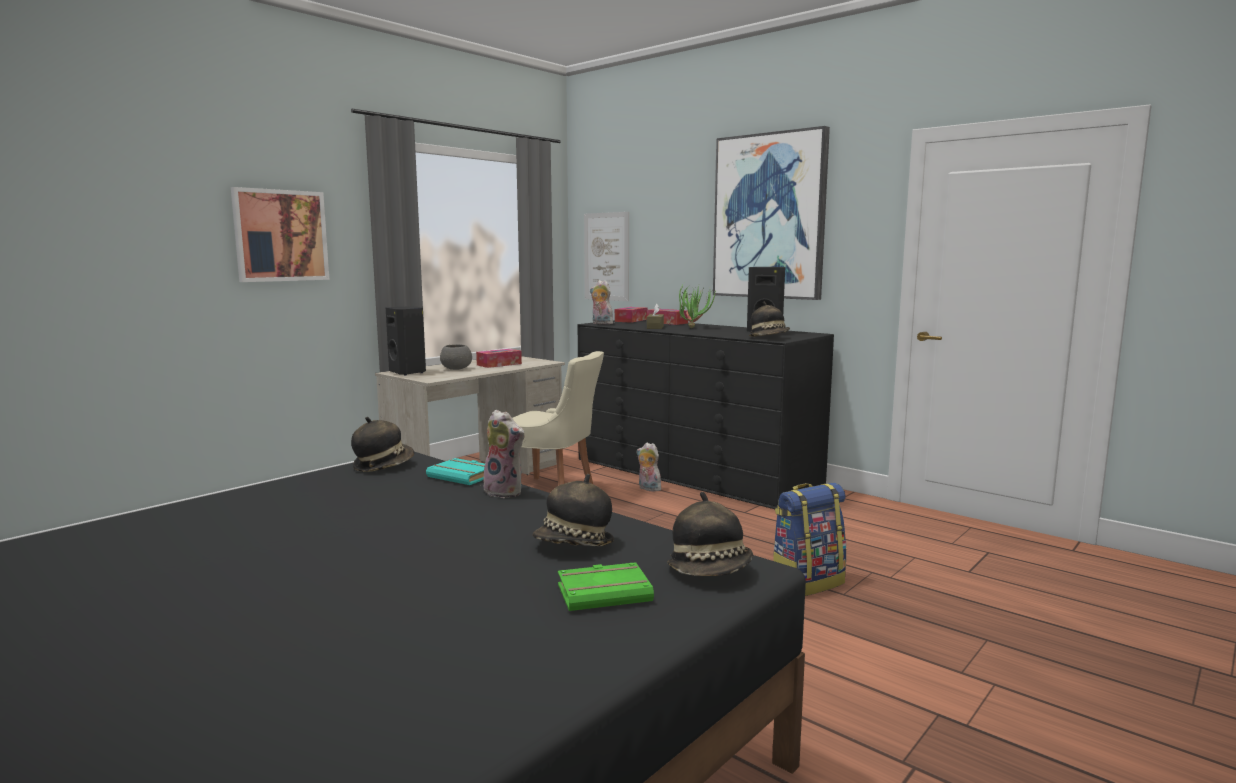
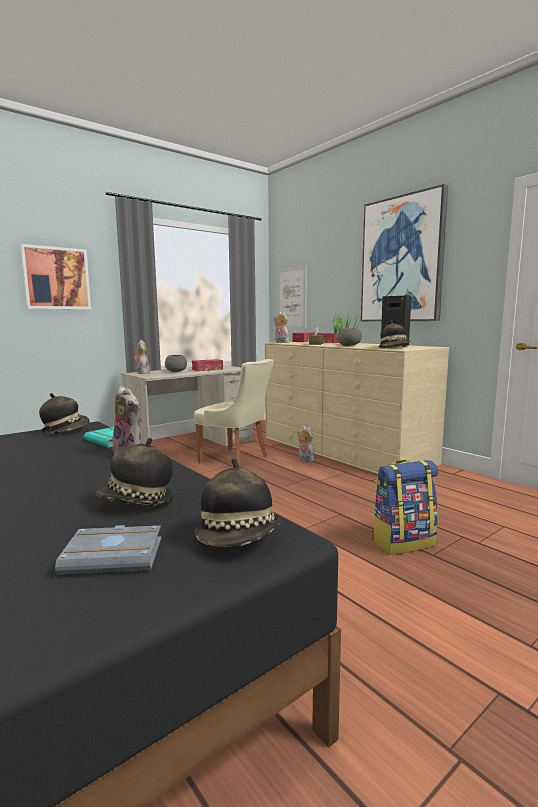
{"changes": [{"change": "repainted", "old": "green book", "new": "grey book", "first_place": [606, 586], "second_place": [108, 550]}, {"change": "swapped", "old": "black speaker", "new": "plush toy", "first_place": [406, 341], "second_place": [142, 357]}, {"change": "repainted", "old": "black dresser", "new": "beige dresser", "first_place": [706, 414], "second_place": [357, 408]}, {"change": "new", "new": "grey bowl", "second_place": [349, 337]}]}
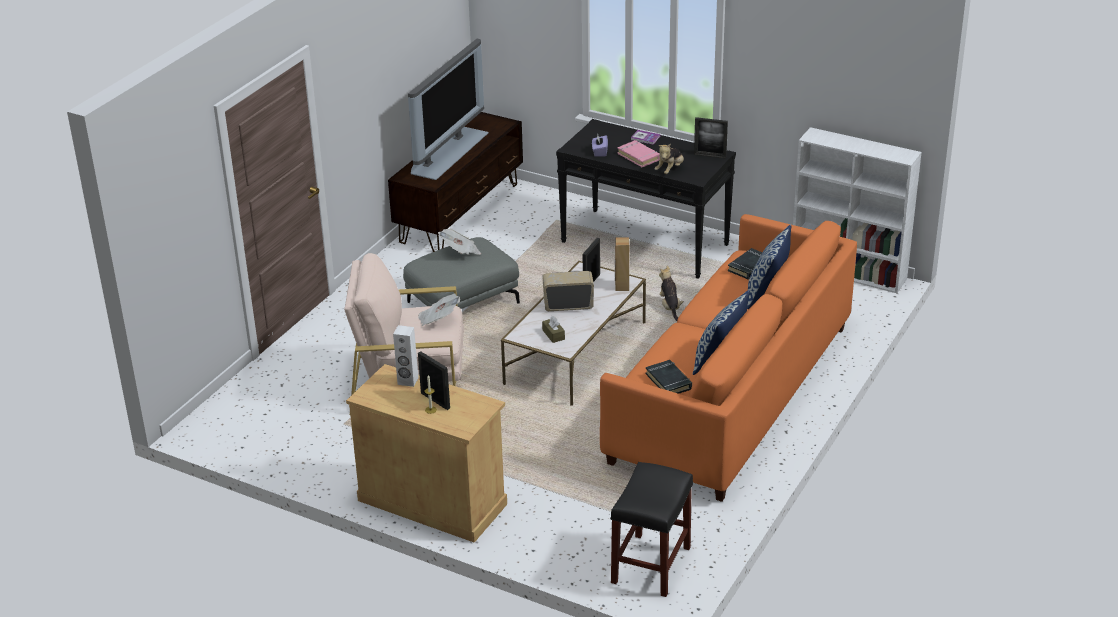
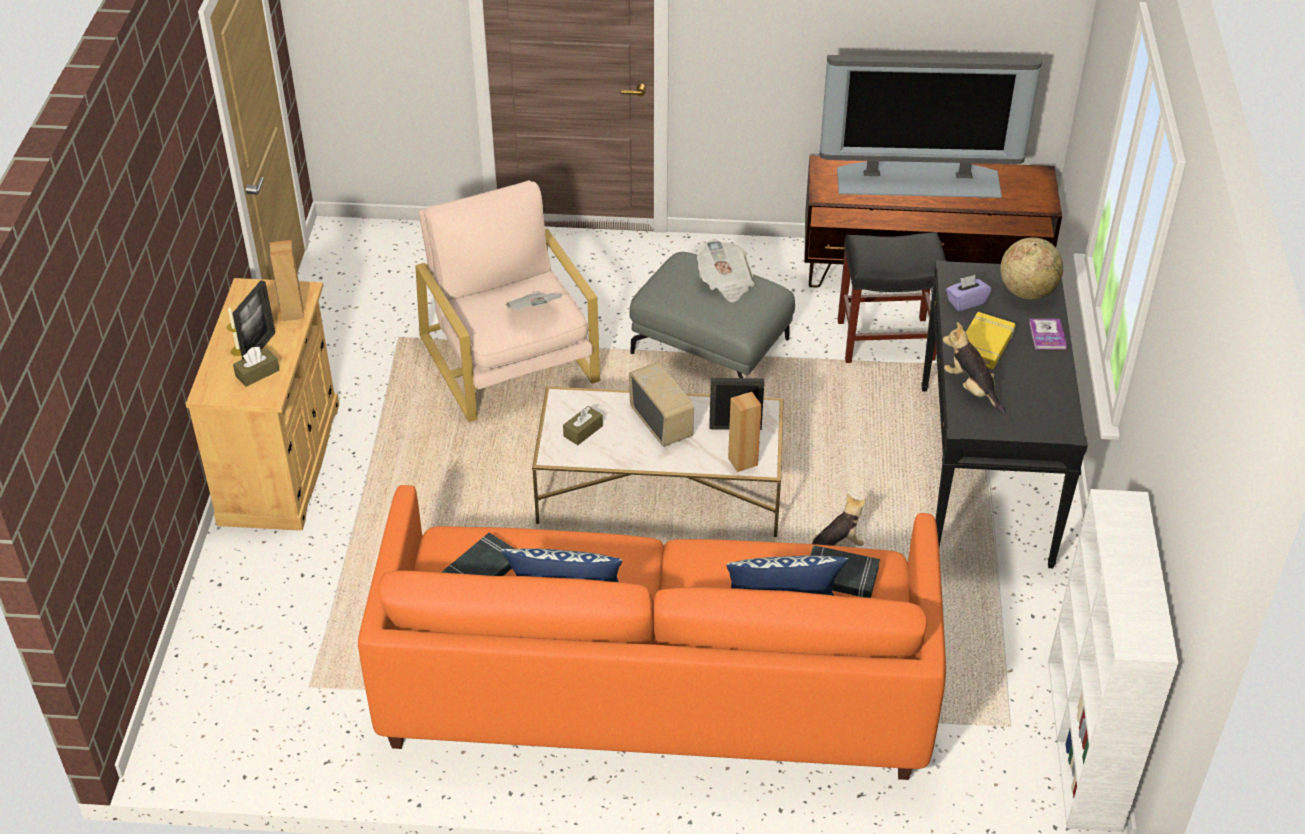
{"changes": [{"change": "new", "new": "brown tissue box", "second_place": [256, 366]}, {"change": "repainted", "old": "white speaker", "new": "brown speaker", "first_place": [406, 356], "second_place": [287, 280]}, {"change": "shifted", "old": "black stool", "first_place": [651, 529], "second_place": [892, 297]}, {"change": "rotated", "old": "plush toy", "first_place": [669, 158], "second_place": [974, 367], "degrees": 45}, {"change": "repainted", "old": "pink book", "new": "yellow book", "first_place": [638, 153], "second_place": [991, 340]}, {"change": "new", "new": "globe", "second_place": [1031, 268]}, {"change": "gone", "old": "picture frame", "first_place": [711, 137]}]}
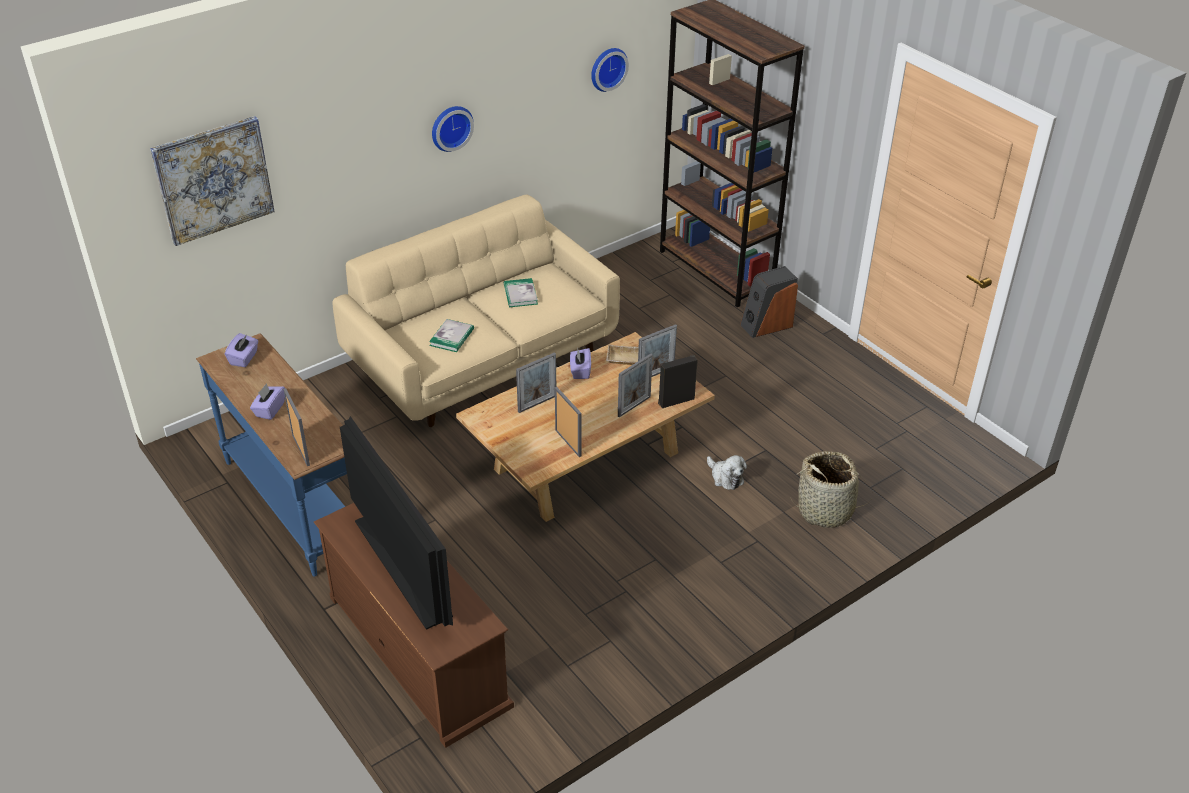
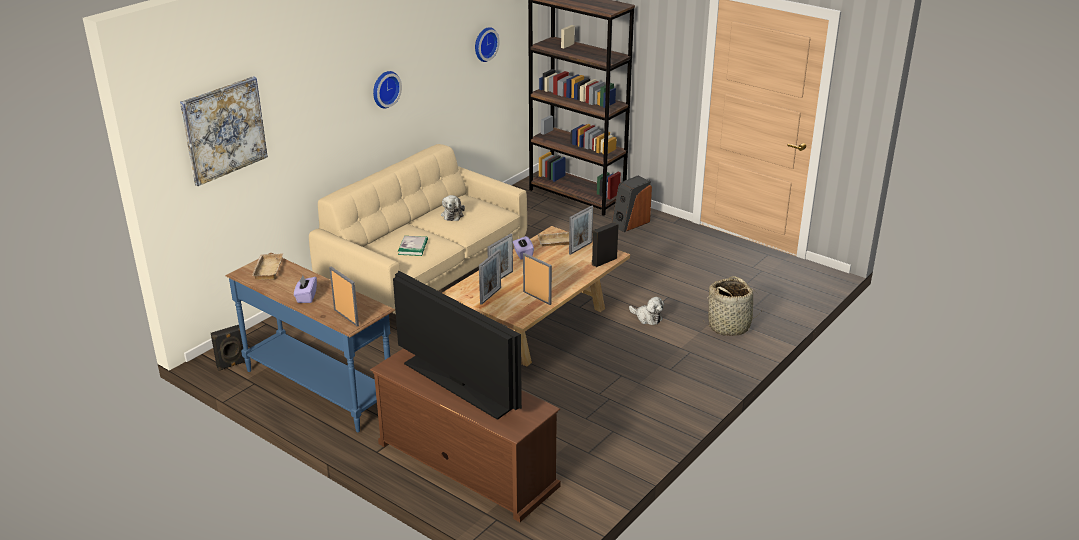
{"changes": [{"change": "new", "new": "black speaker", "second_place": [228, 348]}, {"change": "swapped", "old": "purple tissue box", "new": "beige tray", "first_place": [241, 350], "second_place": [267, 266]}, {"change": "swapped", "old": "book", "new": "plush toy", "first_place": [521, 292], "second_place": [453, 208]}, {"change": "shifted", "old": "picture frame", "first_place": [635, 386], "second_place": [490, 277]}]}
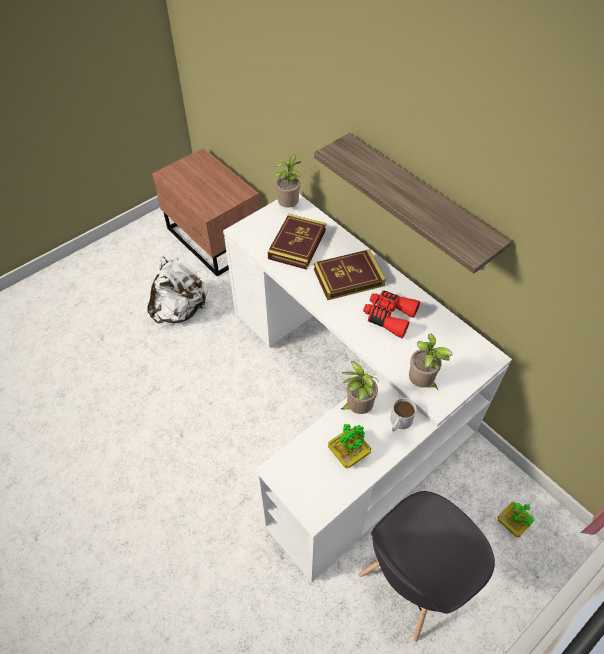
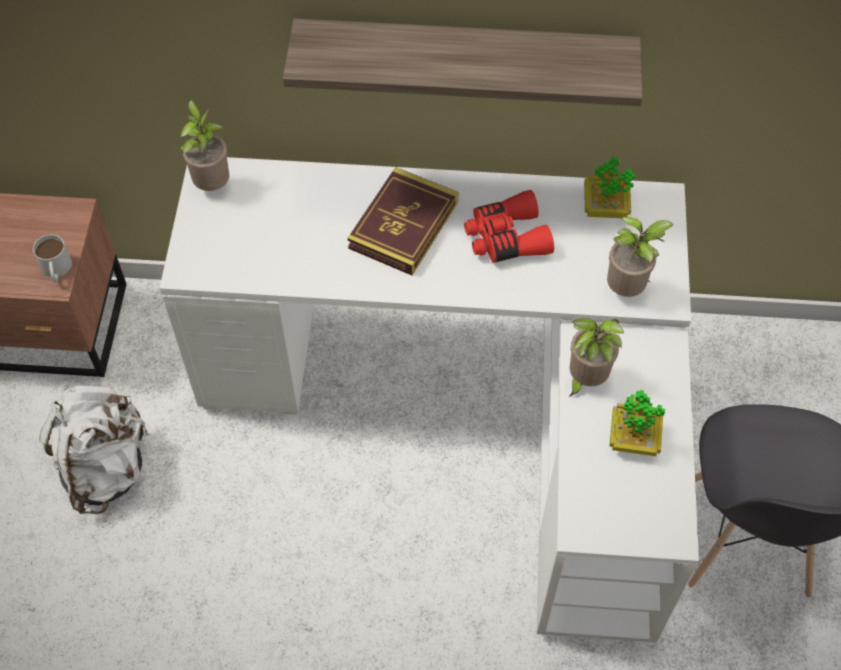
{"changes": [{"change": "shifted", "old": "white mug", "first_place": [403, 415], "second_place": [52, 258]}, {"change": "shifted", "old": "potted plant", "first_place": [515, 519], "second_place": [609, 187]}, {"change": "gone", "old": "book", "first_place": [297, 242]}]}
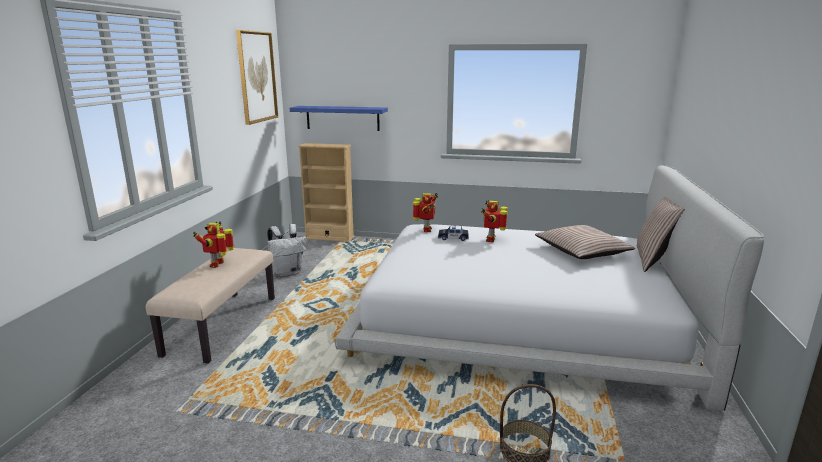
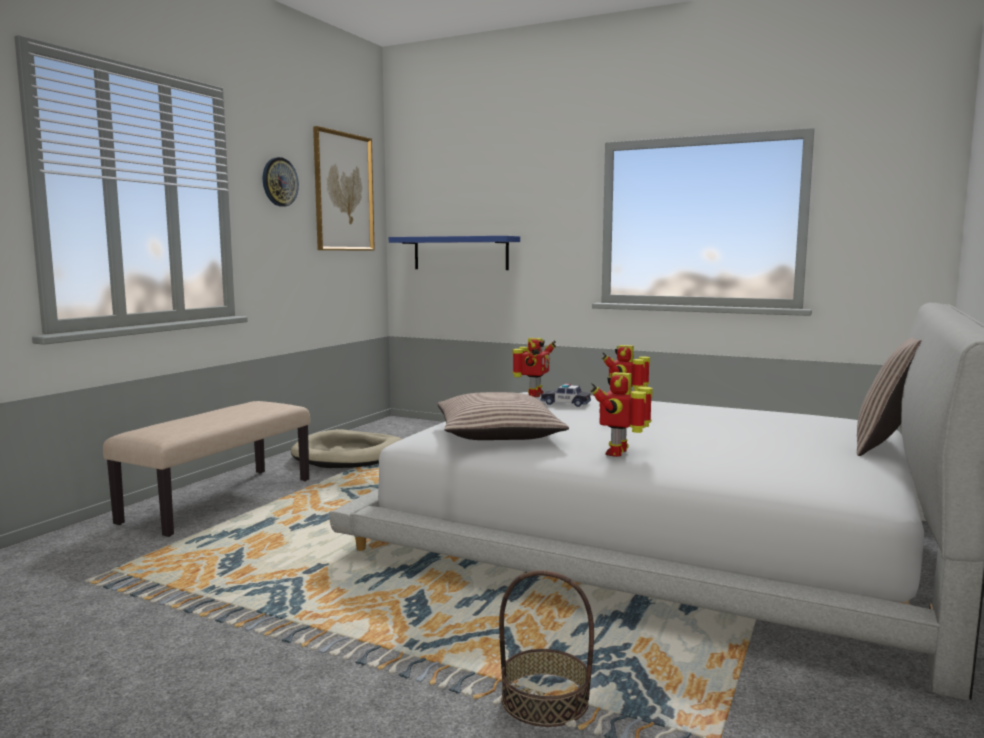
{"changes": [{"change": "new", "new": "wall clock", "second_place": [281, 182]}, {"change": "swapped", "old": "white backpack", "new": "beige dog bed", "first_place": [287, 250], "second_place": [346, 448]}, {"change": "shifted", "old": "pillow", "first_place": [585, 242], "second_place": [503, 416]}, {"change": "shifted", "old": "toy robot", "first_place": [213, 244], "second_place": [621, 414]}, {"change": "gone", "old": "beige bookcase", "first_place": [326, 192]}]}
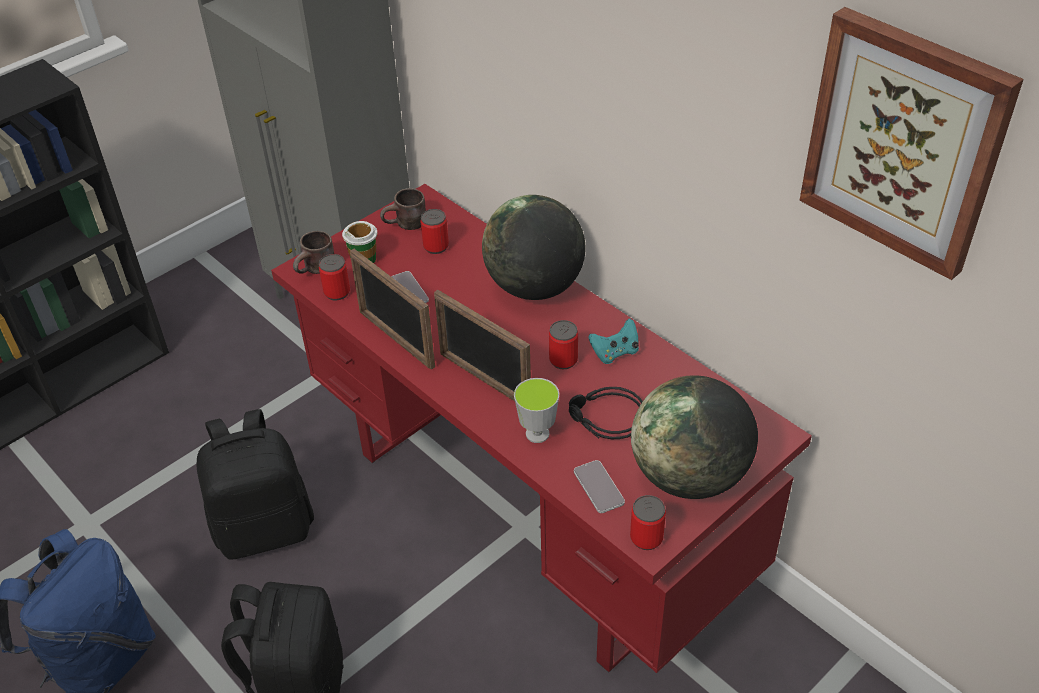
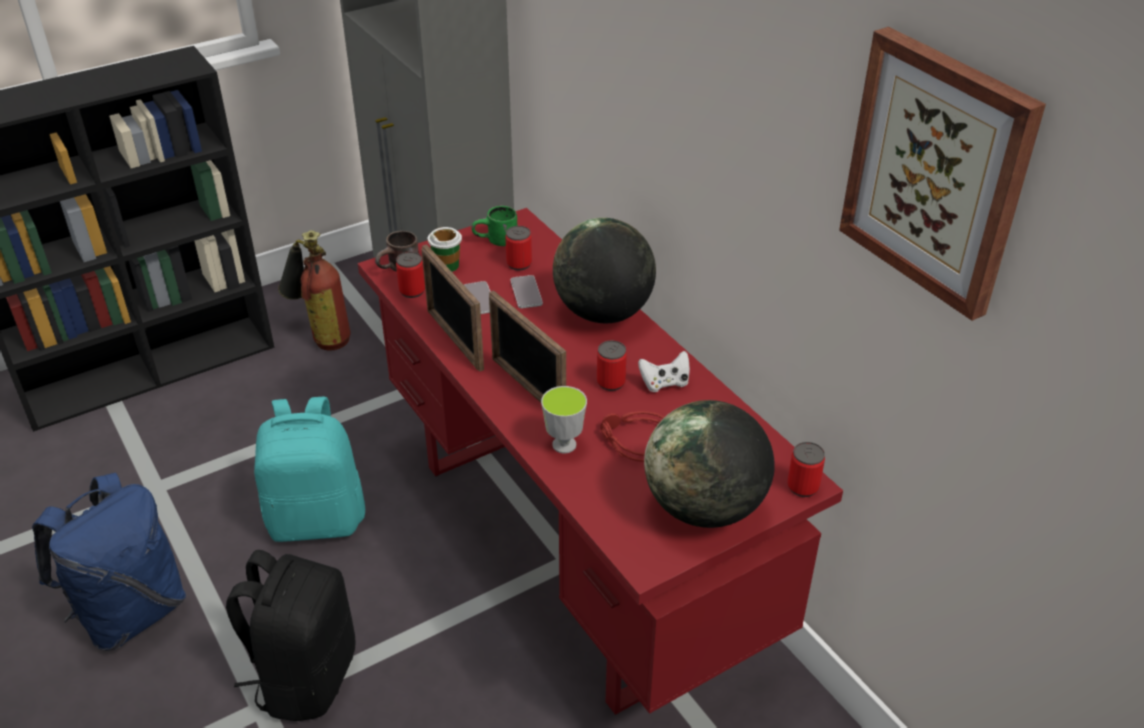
{"changes": [{"change": "repainted", "old": "black backpack", "new": "turquoise backpack", "first_place": [255, 484], "second_place": [309, 469]}, {"change": "new", "new": "fire extinguisher", "second_place": [314, 290]}, {"change": "repainted", "old": "brown mug", "new": "green mug", "first_place": [403, 209], "second_place": [494, 226]}, {"change": "shifted", "old": "phone", "first_place": [599, 486], "second_place": [527, 291]}, {"change": "repainted", "old": "black headphones", "new": "red headphones", "first_place": [606, 413], "second_place": [632, 436]}, {"change": "repainted", "old": "turquoise game controller", "new": "white game controller", "first_place": [613, 341], "second_place": [664, 371]}, {"change": "shifted", "old": "can", "first_place": [648, 522], "second_place": [806, 469]}]}
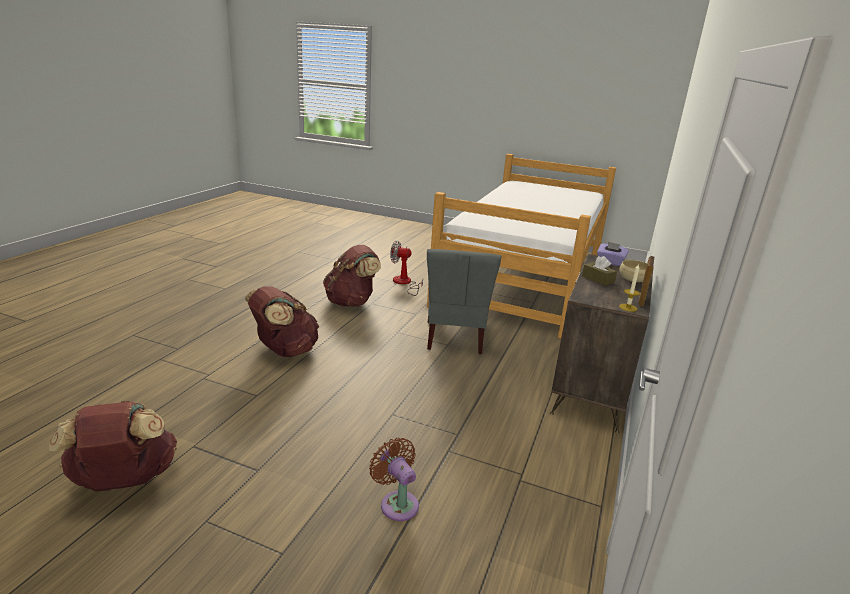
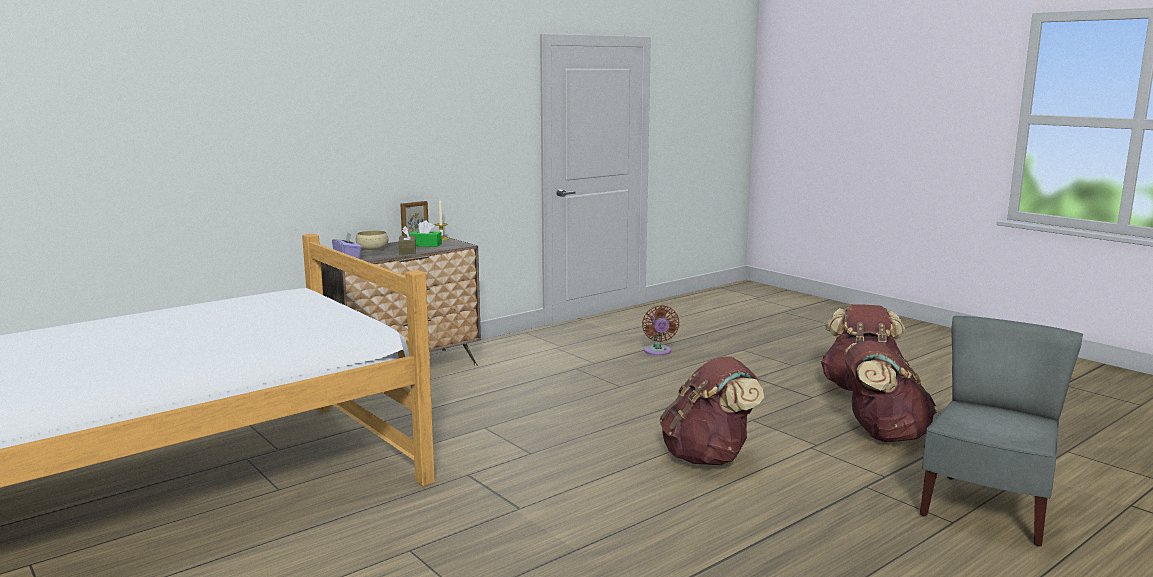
{"changes": [{"change": "new", "new": "green tissue box", "second_place": [425, 233]}, {"change": "shifted", "old": "brown backpack", "first_place": [352, 276], "second_place": [890, 391]}, {"change": "shifted", "old": "grey chair", "first_place": [464, 301], "second_place": [1001, 431]}, {"change": "gone", "old": "fan", "first_place": [406, 268]}]}
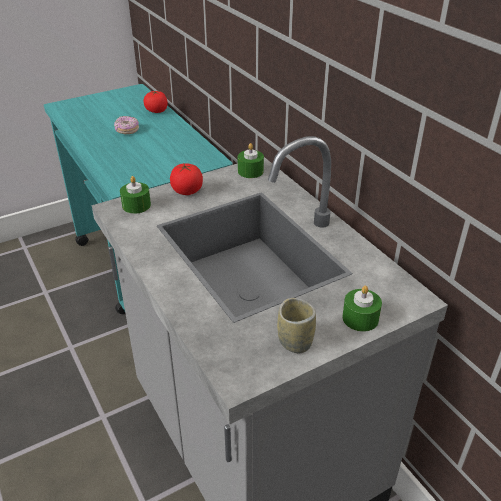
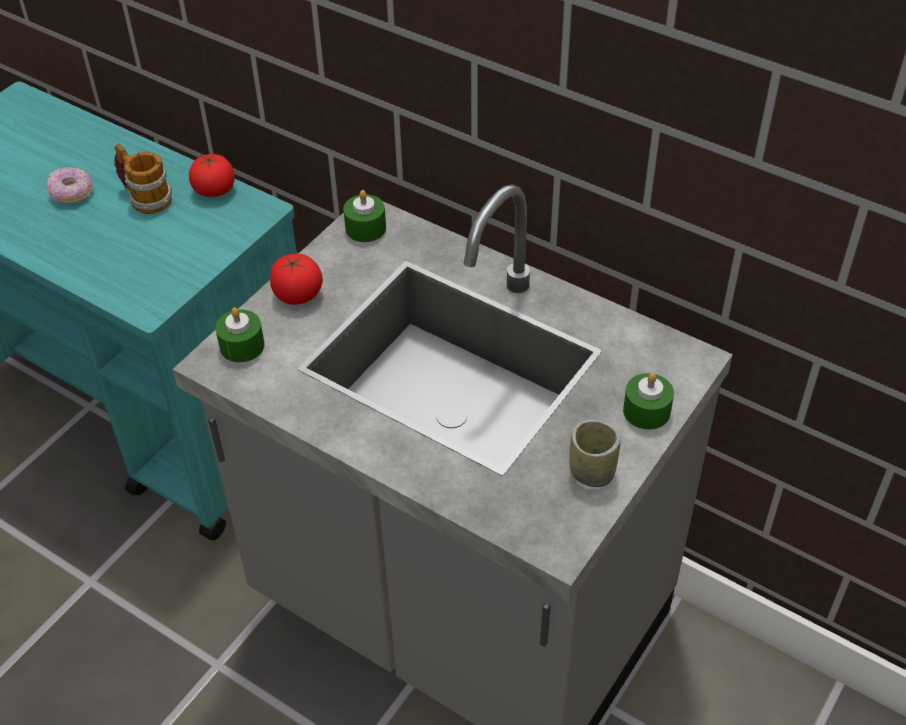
{"changes": [{"change": "new", "new": "mug", "second_place": [143, 179]}, {"change": "shifted", "old": "tomato", "first_place": [155, 102], "second_place": [212, 175]}]}
